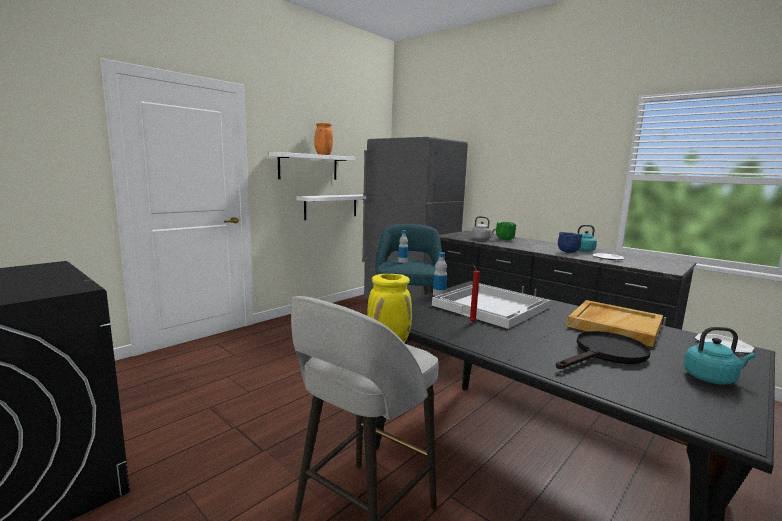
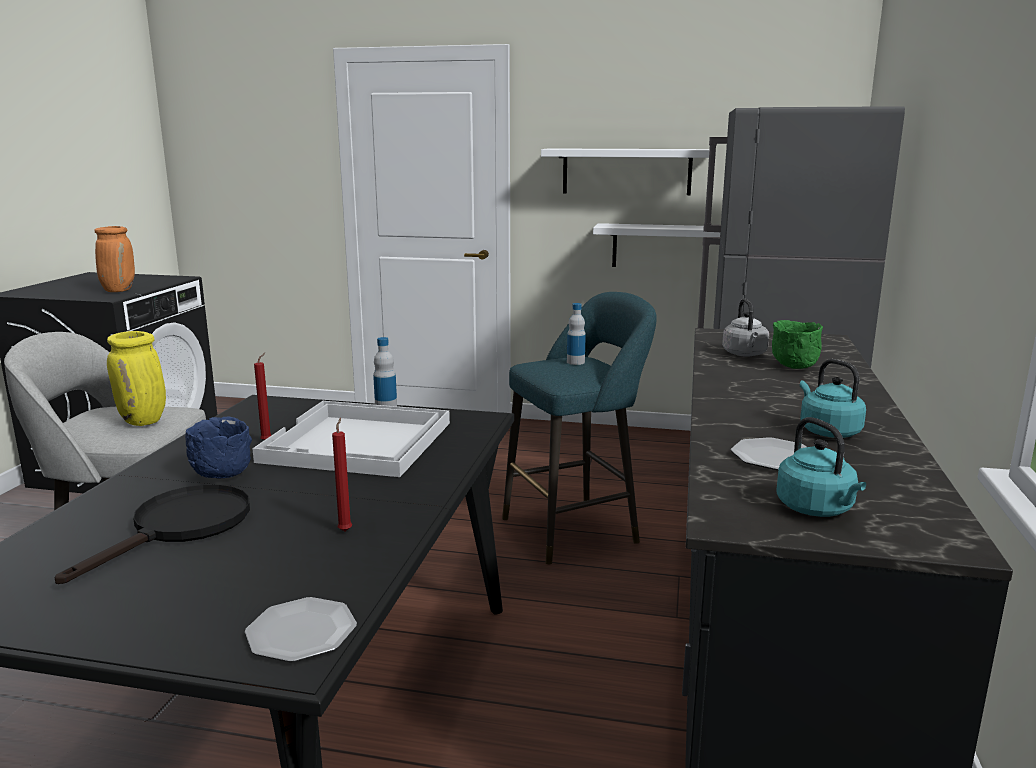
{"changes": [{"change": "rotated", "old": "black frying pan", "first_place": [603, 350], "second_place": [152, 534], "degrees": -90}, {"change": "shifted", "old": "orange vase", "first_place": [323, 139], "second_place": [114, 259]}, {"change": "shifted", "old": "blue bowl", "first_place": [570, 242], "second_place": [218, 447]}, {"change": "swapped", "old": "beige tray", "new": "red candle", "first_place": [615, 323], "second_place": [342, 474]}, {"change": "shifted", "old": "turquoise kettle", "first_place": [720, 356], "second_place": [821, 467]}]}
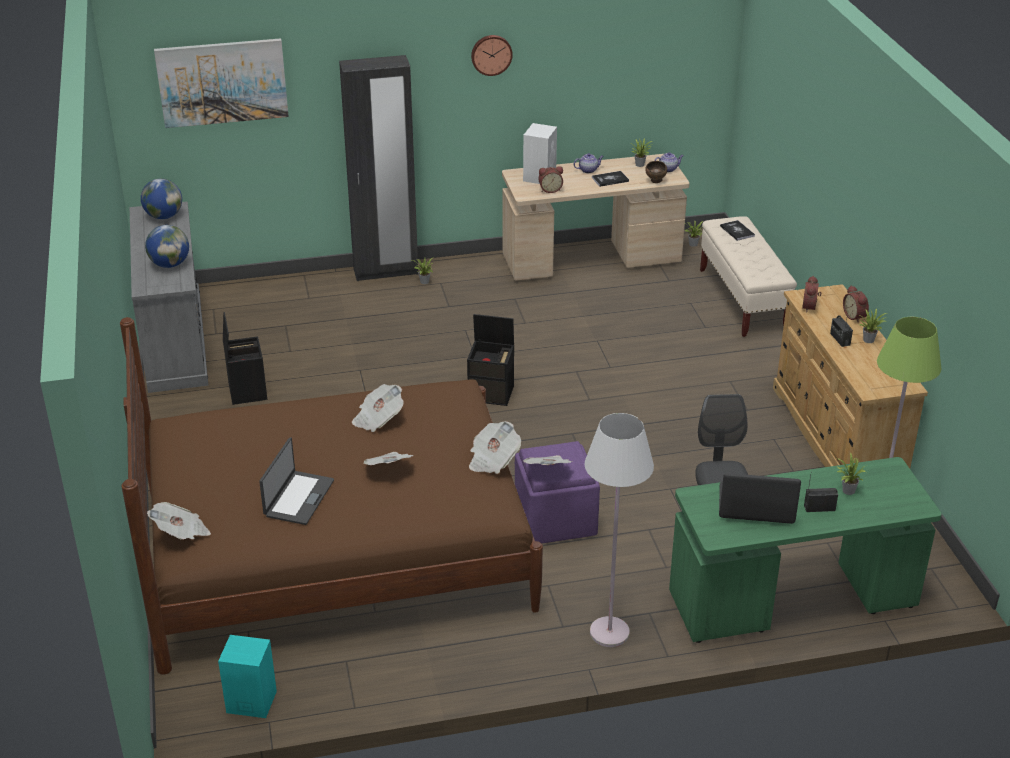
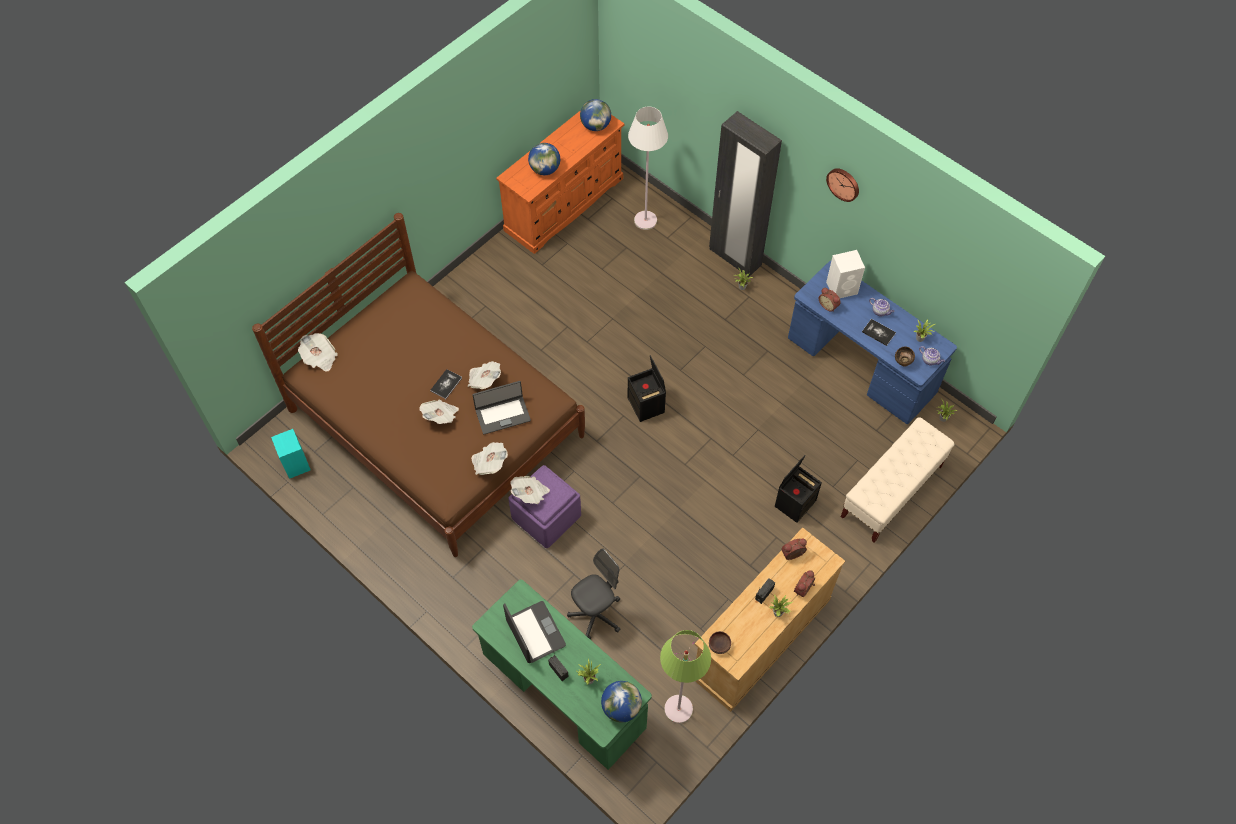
{"changes": [{"change": "shifted", "old": "book", "first_place": [737, 230], "second_place": [446, 384]}, {"change": "shifted", "old": "laptop", "first_place": [296, 481], "second_place": [501, 408]}, {"change": "repainted", "old": "grey dresser", "new": "orange dresser", "first_place": [169, 297], "second_place": [560, 182]}, {"change": "new", "new": "globe", "second_place": [621, 701]}, {"change": "shifted", "old": "white floor lamp", "first_place": [619, 530], "second_place": [648, 168]}, {"change": "new", "new": "brown bowl", "second_place": [720, 642]}, {"change": "shifted", "old": "black storage box", "first_place": [245, 358], "second_place": [798, 489]}, {"change": "repainted", "old": "beige desk", "new": "blue desk", "first_place": [596, 217], "second_place": [872, 342]}, {"change": "gone", "old": "picture", "first_place": [221, 83]}]}
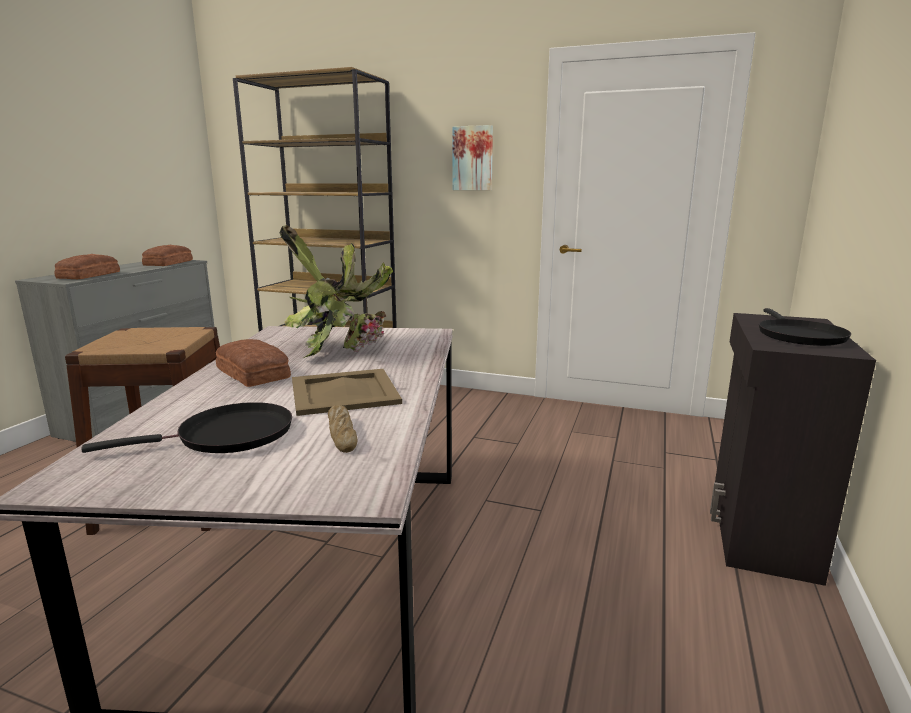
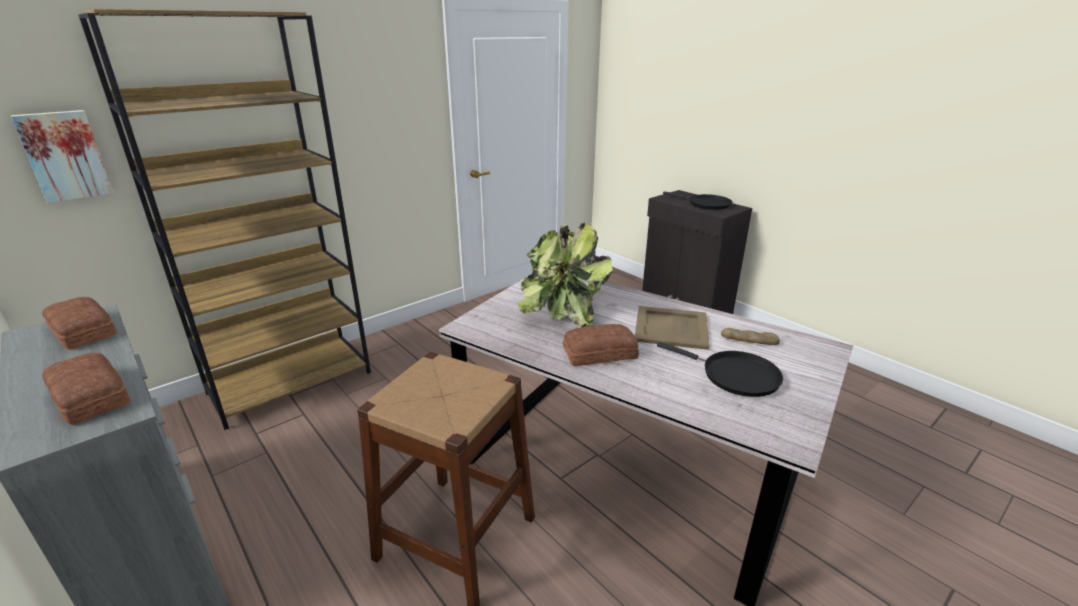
{"changes": [{"change": "shifted", "old": "picture", "first_place": [472, 157], "second_place": [62, 156]}, {"change": "rotated", "old": "black frying pan", "first_place": [186, 427], "second_place": [720, 369], "degrees": 120}]}
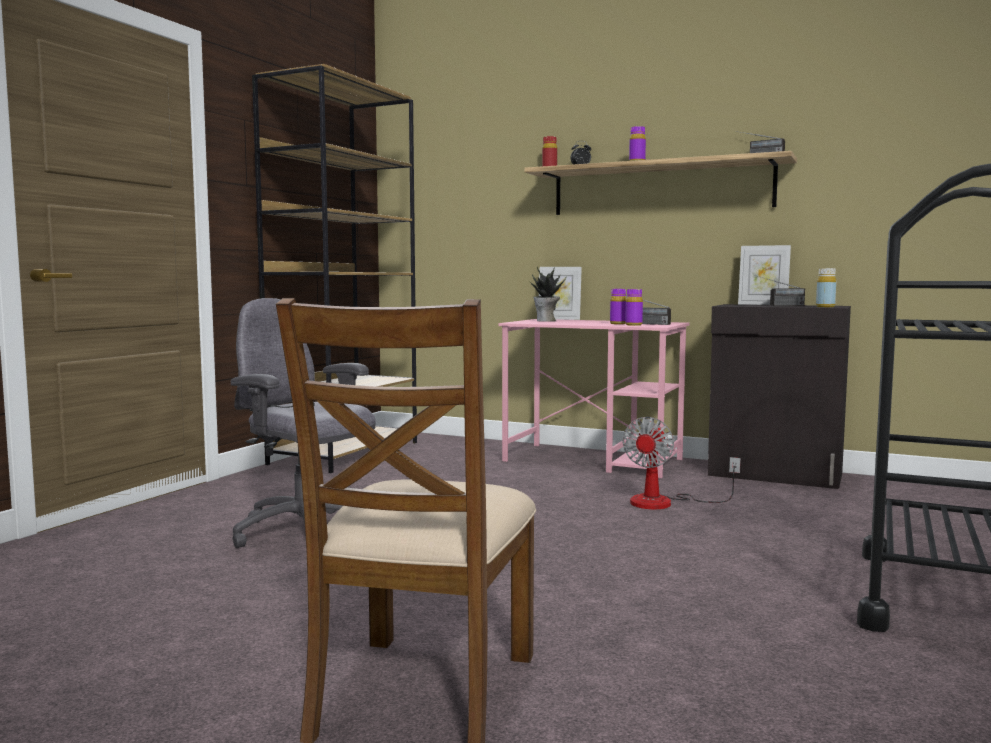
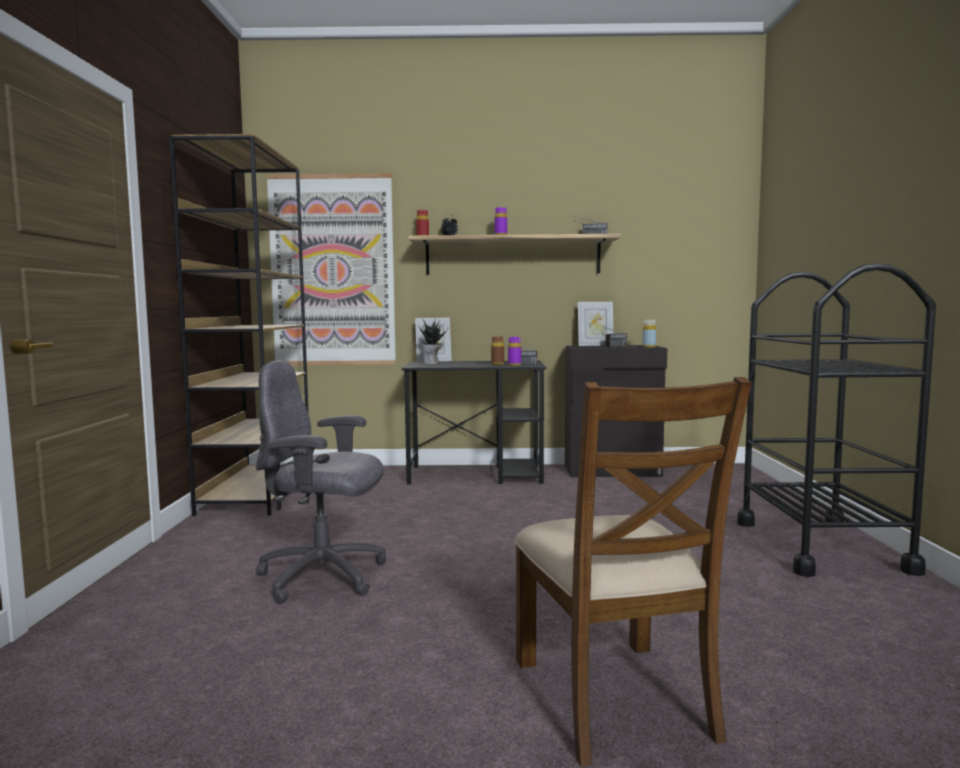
{"changes": [{"change": "new", "new": "picture", "second_place": [331, 269]}, {"change": "repainted", "old": "pink desk", "new": "black desk", "first_place": [594, 398], "second_place": [474, 423]}, {"change": "repainted", "old": "purple bottle", "new": "brown bottle", "first_place": [618, 306], "second_place": [497, 350]}, {"change": "gone", "old": "fan", "first_place": [681, 463]}]}
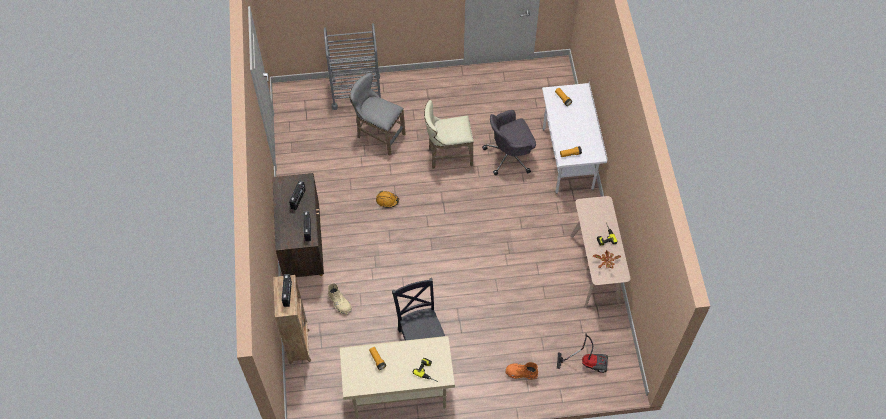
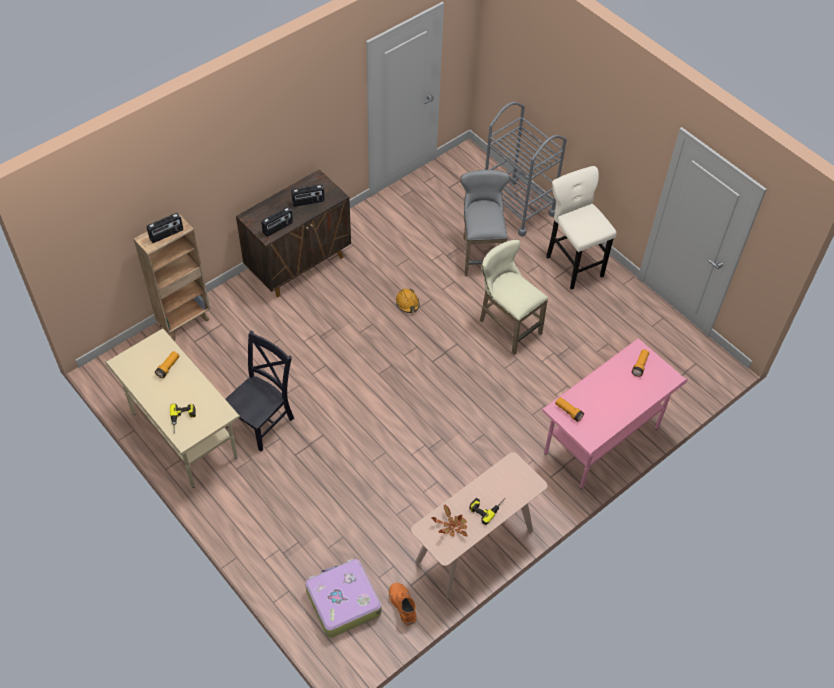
{"changes": [{"change": "swapped", "old": "vacuum cleaner", "new": "suitcase", "first_place": [582, 353], "second_place": [343, 598]}, {"change": "shifted", "old": "orange boot", "first_place": [521, 371], "second_place": [403, 604]}, {"change": "repainted", "old": "white desk", "new": "pink desk", "first_place": [575, 138], "second_place": [615, 414]}, {"change": "new", "new": "beige stool", "second_place": [581, 228]}, {"change": "gone", "old": "beige boot", "first_place": [340, 298]}, {"change": "gone", "old": "grey office chair", "first_place": [509, 142]}]}
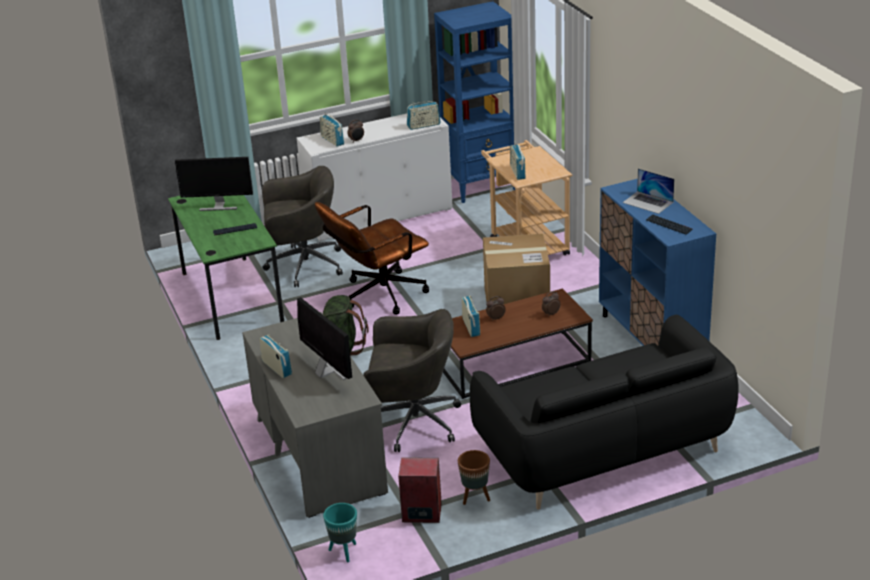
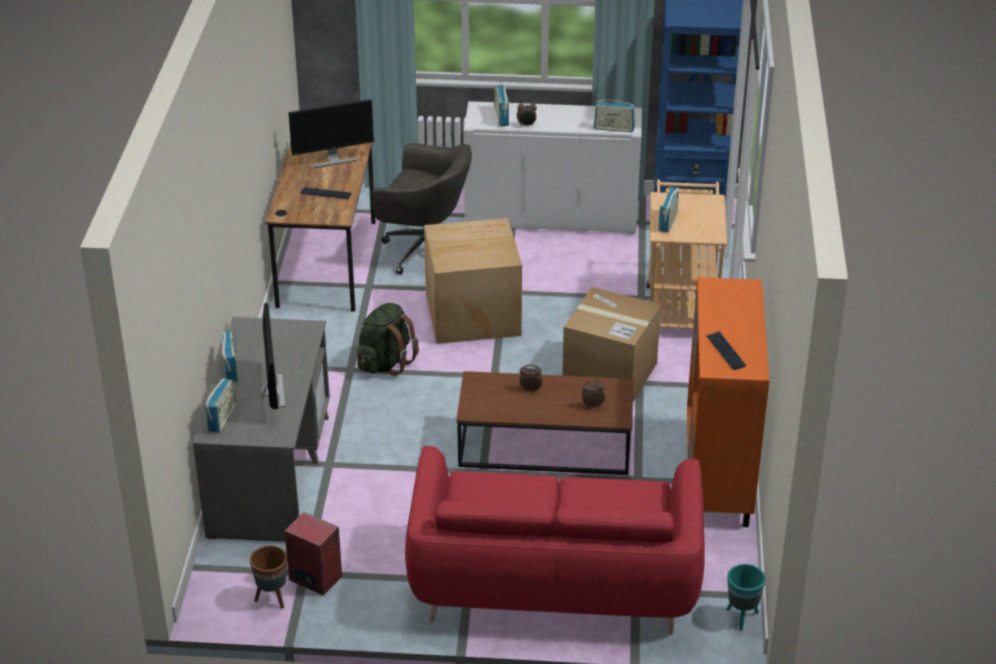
{"changes": [{"change": "shifted", "old": "radio", "first_place": [471, 316], "second_place": [221, 405]}, {"change": "shifted", "old": "brown planter", "first_place": [474, 477], "second_place": [268, 577]}, {"change": "repainted", "old": "green desk", "new": "brown desk", "first_place": [226, 267], "second_place": [320, 227]}, {"change": "rotated", "old": "monitor", "first_place": [214, 184], "second_place": [331, 133], "degrees": -45}, {"change": "repainted", "old": "black sofa", "new": "red sofa", "first_place": [604, 412], "second_place": [555, 540]}, {"change": "swapped", "old": "brown office chair", "new": "cardboard box", "first_place": [372, 258], "second_place": [473, 281]}, {"change": "repainted", "old": "blue cabinet", "new": "orange cabinet", "first_place": [657, 262], "second_place": [728, 402]}, {"change": "shifted", "old": "turquoise planter", "first_place": [340, 532], "second_place": [746, 597]}, {"change": "gone", "old": "grey office chair", "first_place": [412, 380]}, {"change": "gone", "old": "laptop", "first_place": [648, 191]}]}
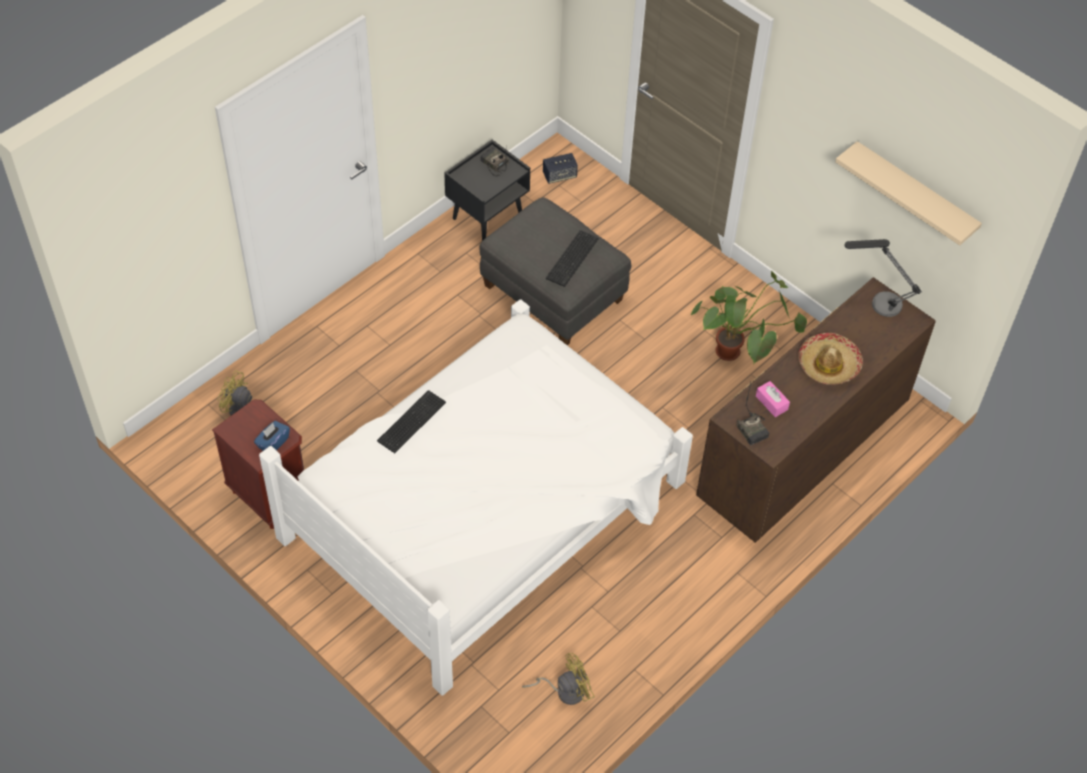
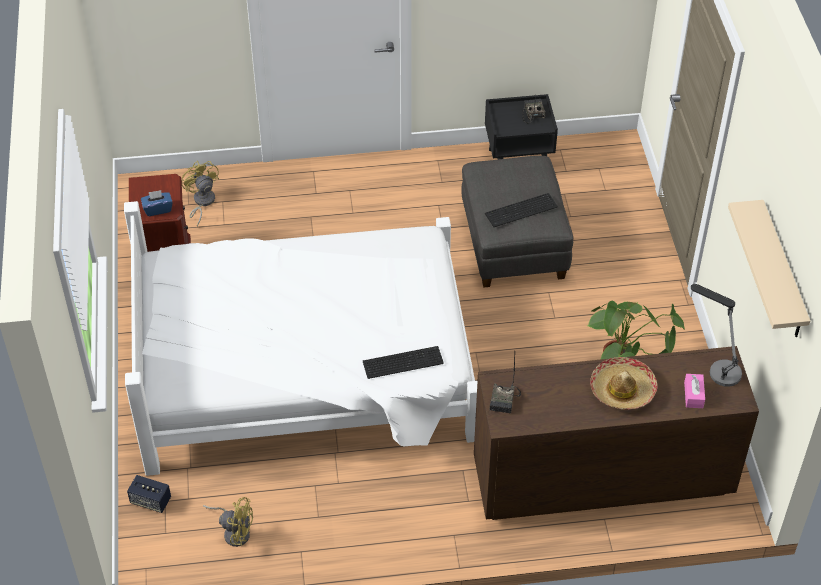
{"changes": [{"change": "shifted", "old": "speaker", "first_place": [560, 168], "second_place": [149, 494]}, {"change": "shifted", "old": "keyboard", "first_place": [411, 421], "second_place": [403, 362]}, {"change": "shifted", "old": "pink tissue box", "first_place": [773, 399], "second_place": [694, 391]}]}
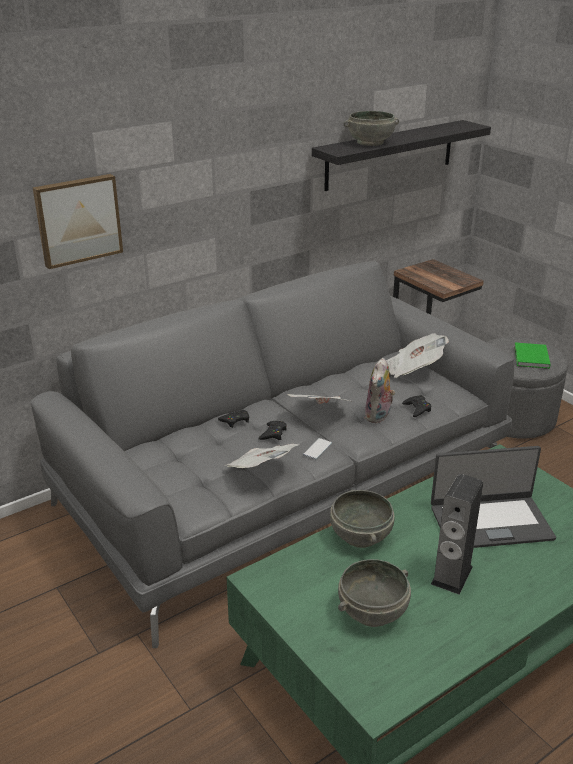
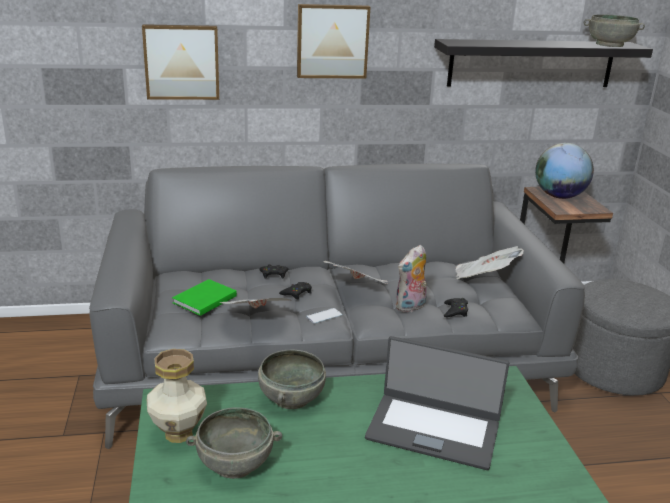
{"changes": [{"change": "new", "new": "vase", "second_place": [177, 396]}, {"change": "shifted", "old": "green book", "first_place": [532, 355], "second_place": [204, 297]}, {"change": "new", "new": "picture", "second_place": [333, 41]}, {"change": "new", "new": "globe", "second_place": [564, 171]}, {"change": "shifted", "old": "grey bowl", "first_place": [371, 128], "second_place": [614, 30]}, {"change": "gone", "old": "speaker", "first_place": [457, 534]}]}
